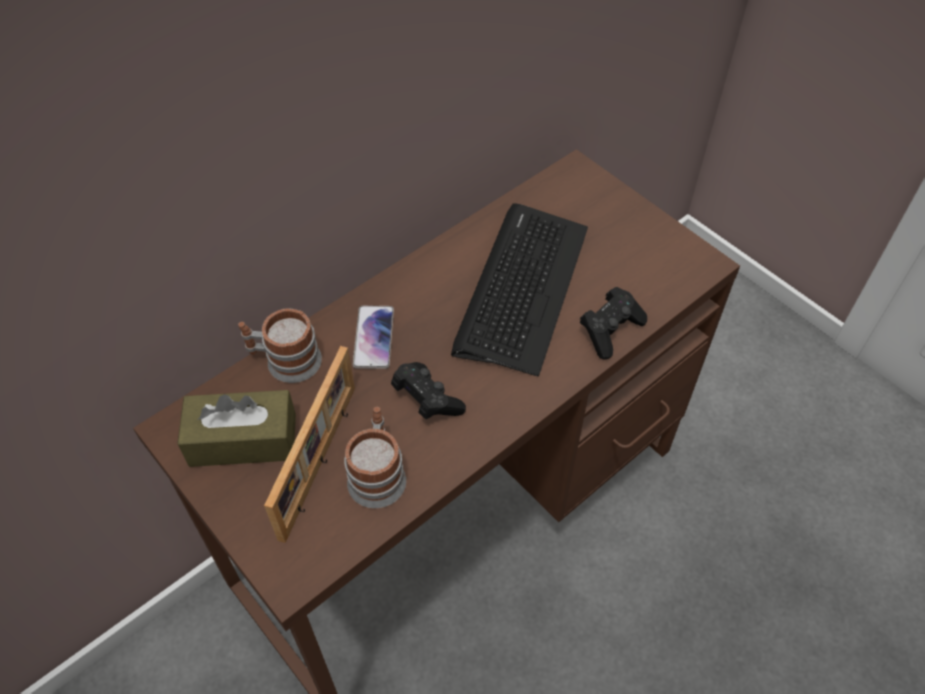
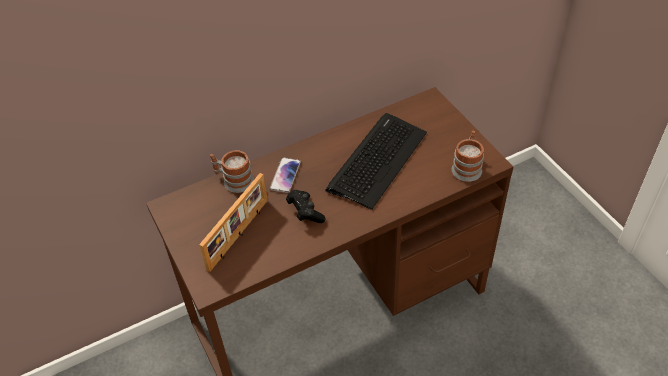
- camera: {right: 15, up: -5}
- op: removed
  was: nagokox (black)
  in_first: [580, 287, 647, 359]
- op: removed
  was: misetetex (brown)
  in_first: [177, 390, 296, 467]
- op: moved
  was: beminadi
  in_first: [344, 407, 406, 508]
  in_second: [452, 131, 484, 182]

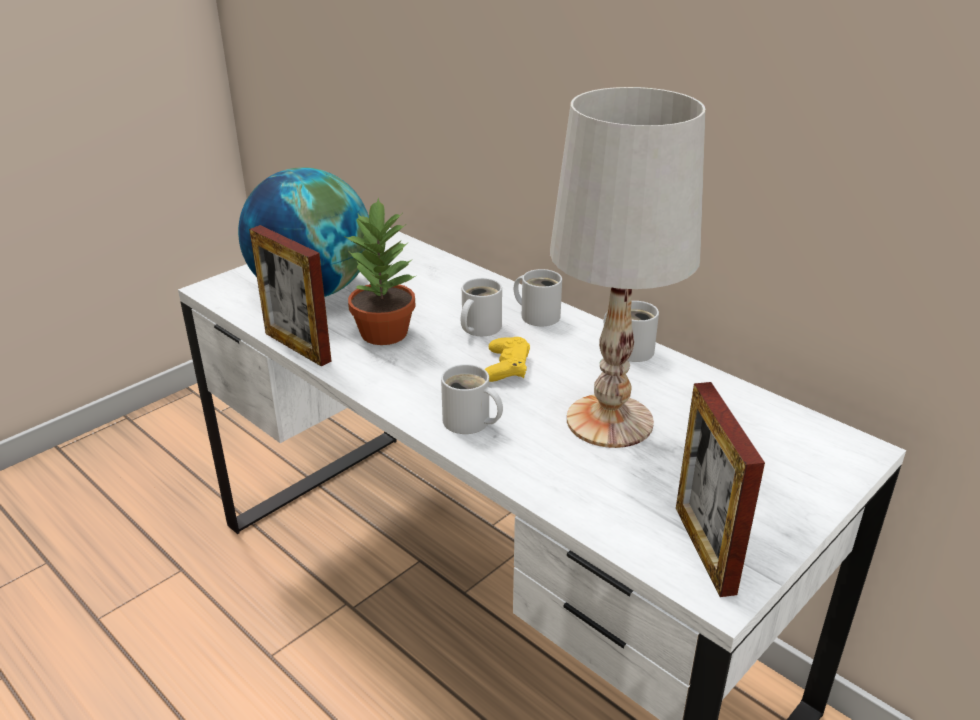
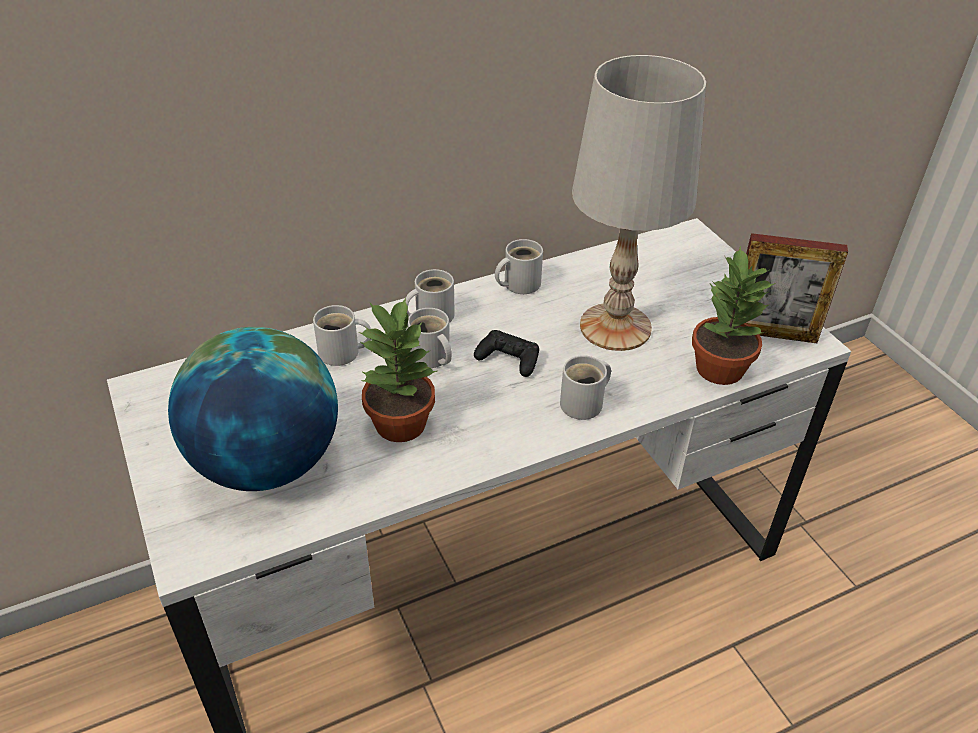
- camera: {right: -70, up: 10}
- op: removed
  was: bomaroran
  in_first: [249, 225, 332, 366]
- op: recoloured
  was: nagokox (yellow)
  now: nagokox (black)
  in_first: [485, 337, 530, 382]
  in_second: [474, 330, 539, 377]
- op: added
  now: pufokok
  in_second: [692, 246, 776, 385]
- op: added
  now: beminadi (white)
  in_second: [313, 305, 371, 366]

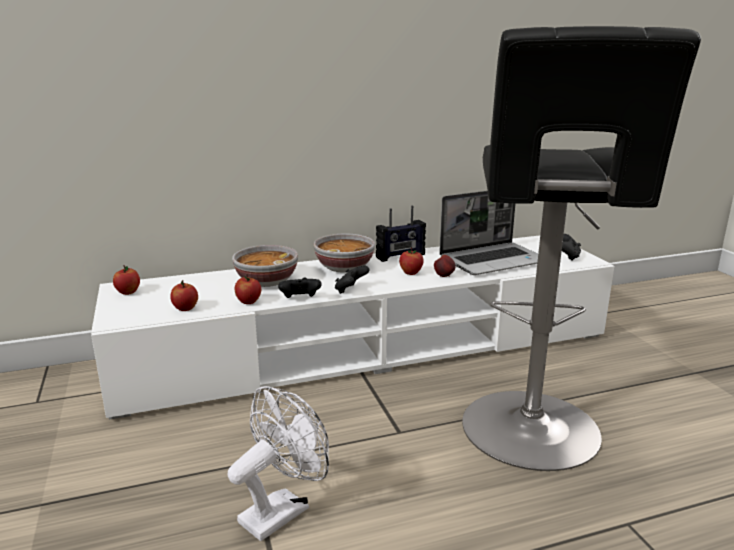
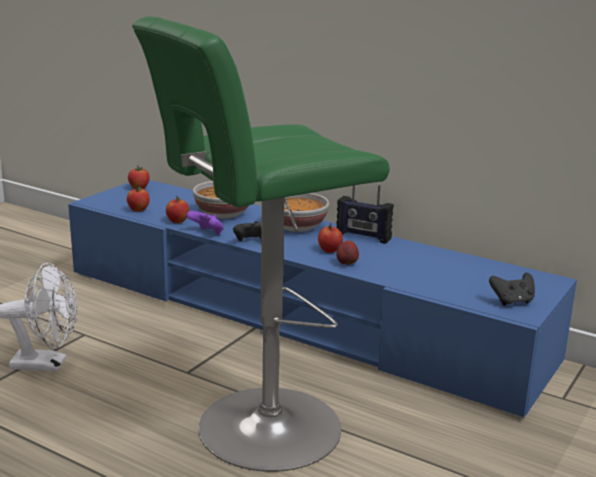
- camera: {right: 50, up: 0}
- op: recoloured
  was: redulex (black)
  now: redulex (green)
  in_first: [462, 26, 701, 471]
  in_second: [132, 16, 390, 472]
- op: removed
  was: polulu
  in_first: [439, 191, 538, 275]
- op: recoloured
  was: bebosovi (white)
  now: bebosovi (blue)
  in_first: [91, 235, 615, 420]
  in_second: [68, 180, 577, 419]
- op: recoloured
  was: nagokox (black)
  now: nagokox (purple)
  in_first: [278, 277, 322, 298]
  in_second: [187, 211, 224, 235]

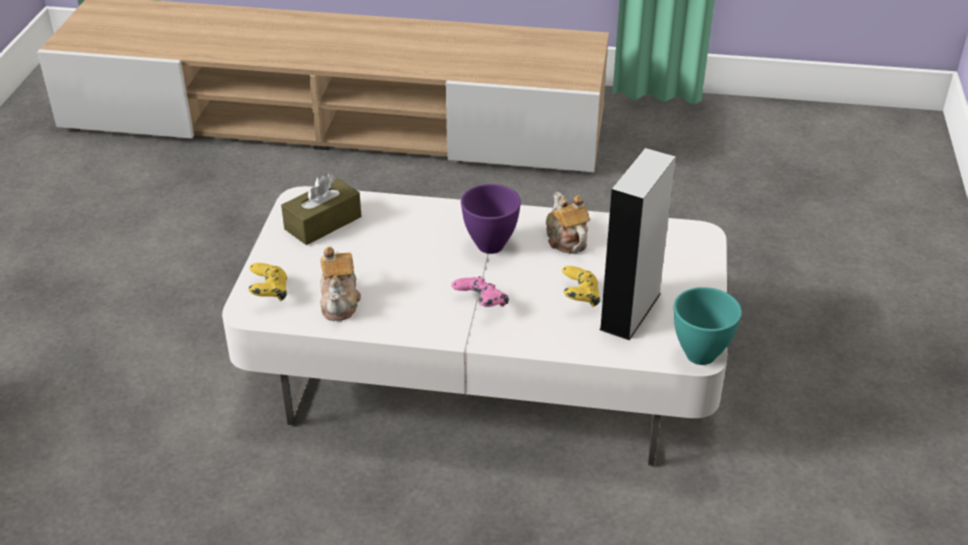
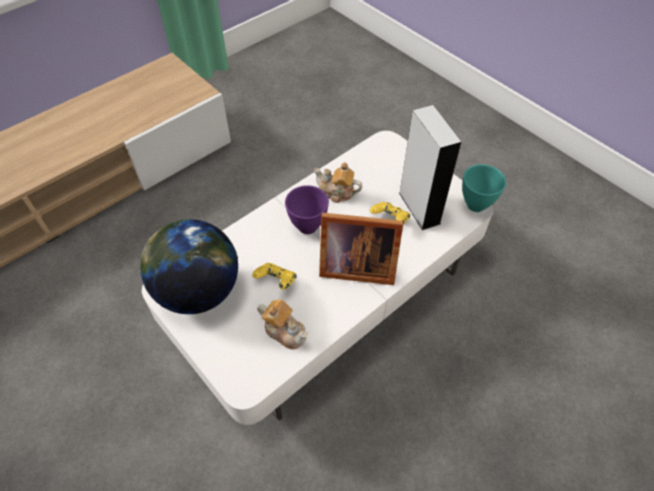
- camera: {right: -50, up: 15}
- op: replaced
  was: misetetex (brown)
  now: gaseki
  in_first: [281, 173, 361, 245]
  in_second: [140, 219, 238, 314]
- op: moved
  was: nagokox (yellow)
  in_first: [248, 263, 287, 301]
  in_second: [252, 263, 296, 289]
- op: replaced
  was: nagokox (pink)
  now: bomaroran
  in_first: [451, 276, 509, 307]
  in_second: [319, 213, 403, 285]

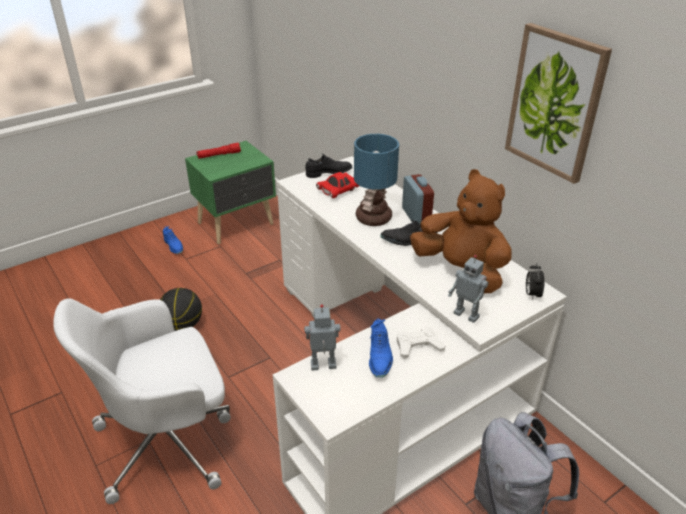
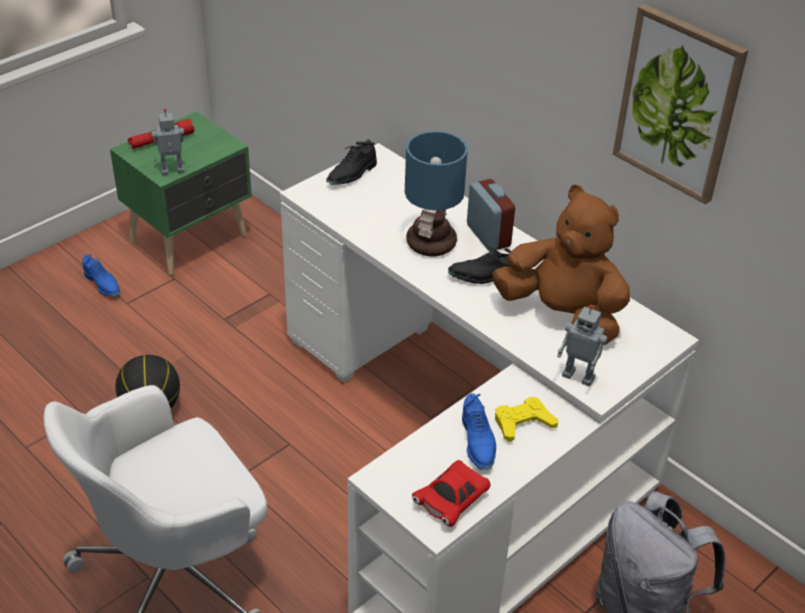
- camera: {right: -10, up: 5}
- op: turned
  was: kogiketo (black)
  in_first: [305, 153, 353, 178]
  in_second: [326, 139, 377, 185]
  clockwise: 150
- op: moved
  was: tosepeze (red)
  in_first: [316, 172, 359, 198]
  in_second: [412, 460, 491, 527]
- op: removed
  was: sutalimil
  in_first: [526, 263, 545, 301]
- op: moved
  was: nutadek
  in_first: [304, 304, 341, 371]
  in_second: [152, 109, 185, 175]
- op: recoloured
  was: nagokox (white)
  now: nagokox (yellow)
  in_first: [397, 327, 446, 359]
  in_second: [495, 397, 558, 442]

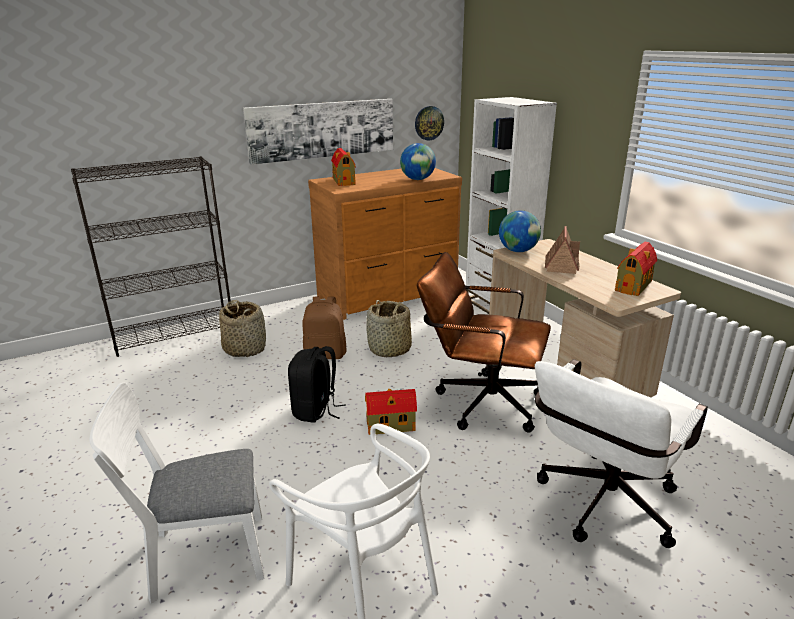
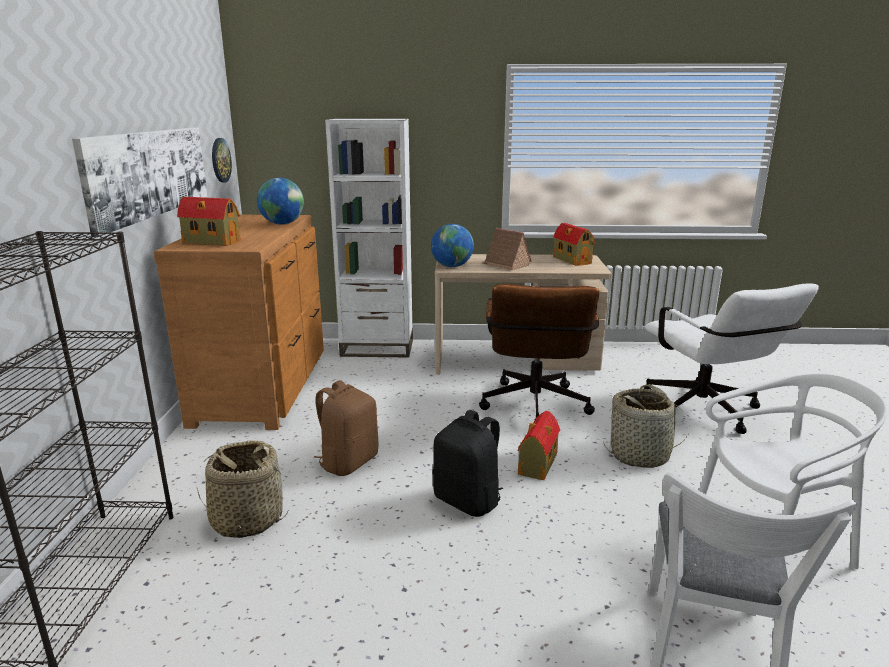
- camera: {right: -60, up: -5}
- op: turned
  was: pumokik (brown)
  in_first: [417, 252, 551, 433]
  in_second: [479, 284, 599, 421]
  clockwise: -45
- op: moved
  was: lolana
  in_first: [366, 300, 412, 357]
  in_second: [603, 384, 688, 468]

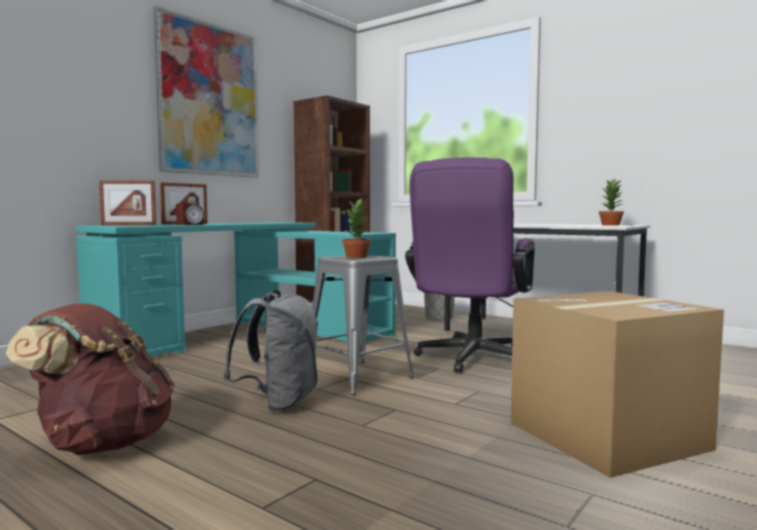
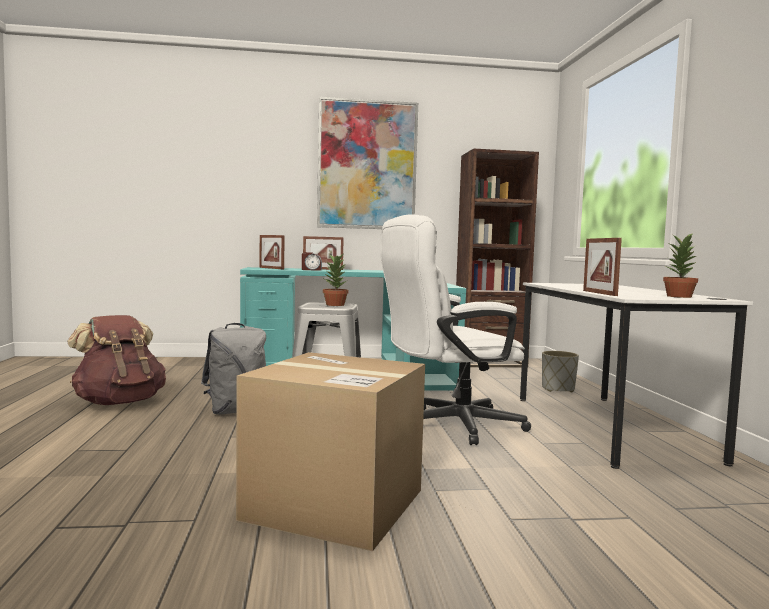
- camera: {right: 45, up: 0}
- op: recoloured
  was: pumokik (purple)
  now: pumokik (white)
  in_first: [405, 157, 535, 373]
  in_second: [381, 214, 531, 445]
- op: added
  now: bomaroran
  in_second: [583, 238, 622, 296]

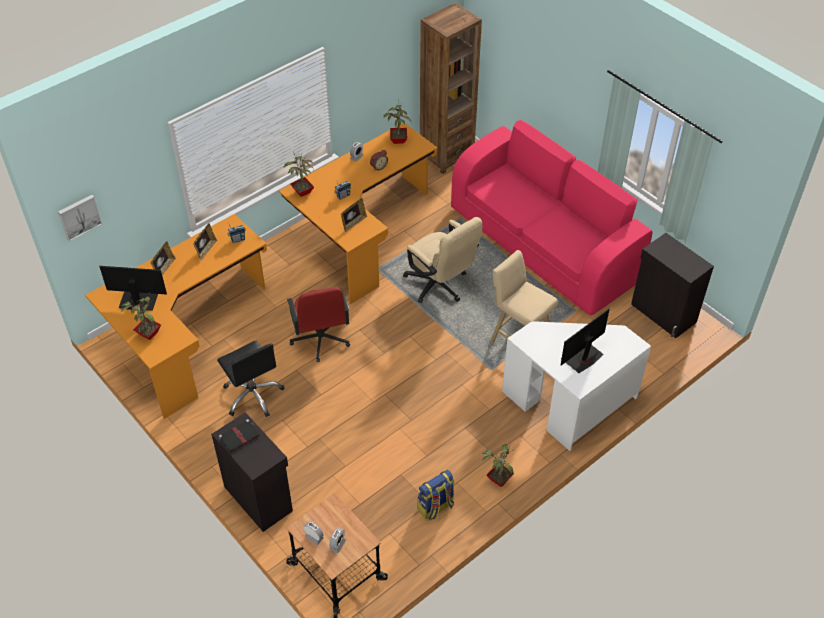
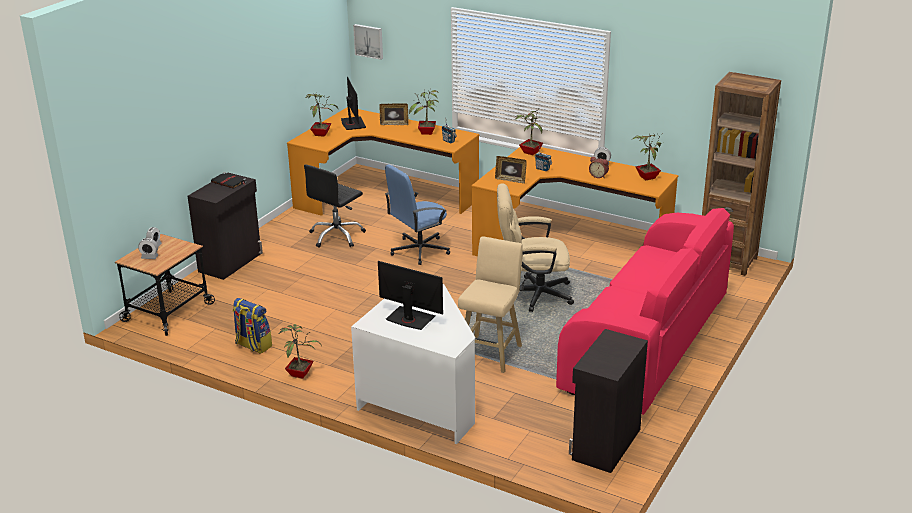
- camera: {right: 70, up: -20}
- op: turned
  was: pumokik (beige)
  in_first: [403, 217, 483, 303]
  in_second: [497, 183, 574, 312]
  clockwise: 60
- op: replaced
  was: bomaroran
  now: pufokok
  in_first: [193, 223, 217, 261]
  in_second: [409, 90, 439, 135]
- op: recoloured
  was: pumokik (red)
  now: pumokik (blue)
  in_first: [287, 287, 350, 362]
  in_second: [385, 165, 450, 265]

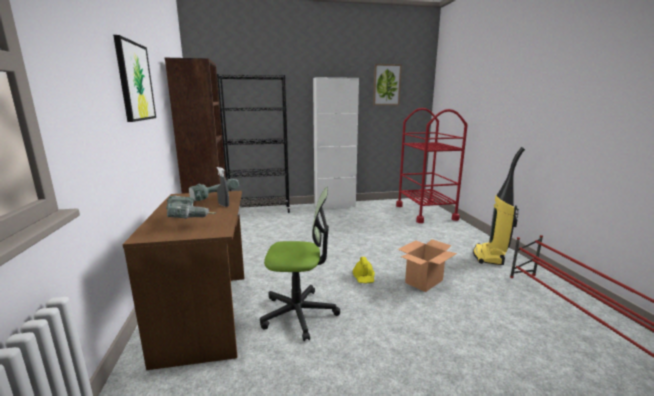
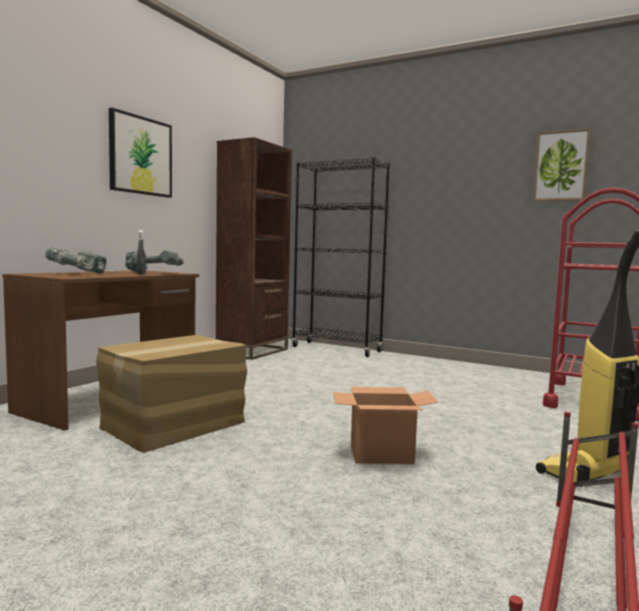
- camera: {right: 40, up: -10}
- op: removed
  was: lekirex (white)
  in_first: [313, 77, 359, 209]
- op: replaced
  was: pumokik
  now: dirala
  in_first: [260, 187, 340, 341]
  in_second: [96, 335, 247, 453]
- op: removed
  was: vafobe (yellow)
  in_first: [353, 257, 375, 283]

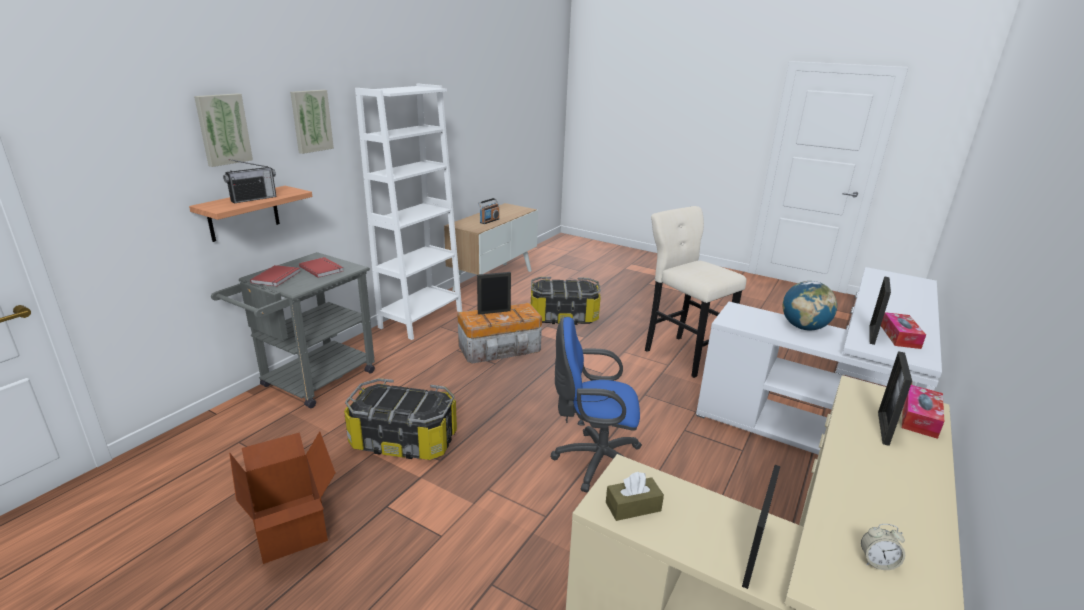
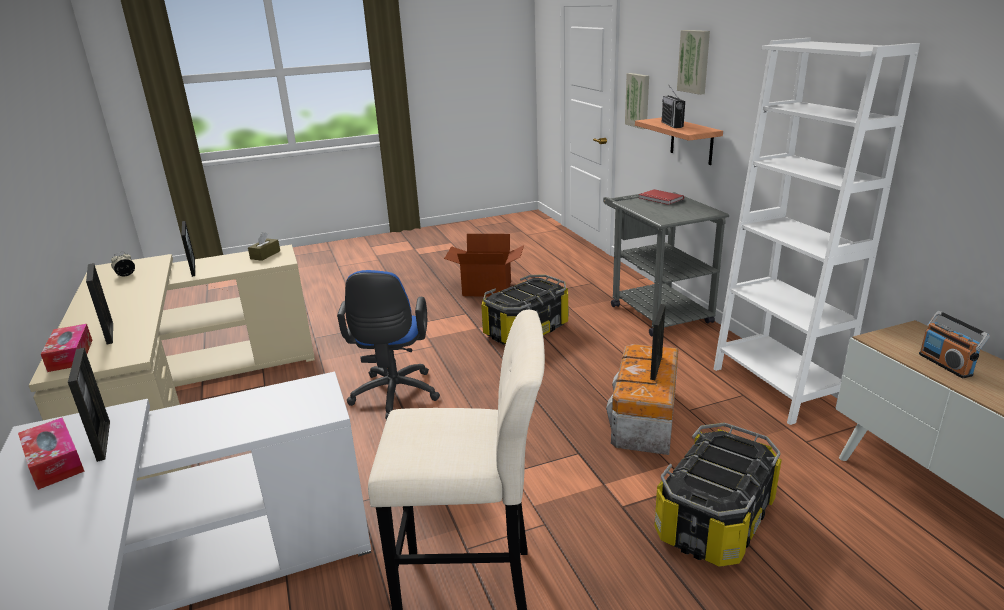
- camera: {right: 130, up: 0}
- op: moved
  was: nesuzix
  in_first: [290, 90, 334, 154]
  in_second: [625, 73, 649, 129]
- op: removed
  was: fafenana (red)
  in_first: [299, 257, 343, 278]
- op: removed
  was: gaseki
  in_first: [783, 281, 837, 331]
- op: turned
  was: pumokik (blue)
  in_first: [551, 317, 642, 493]
  in_second: [337, 270, 440, 420]
  clockwise: 135

